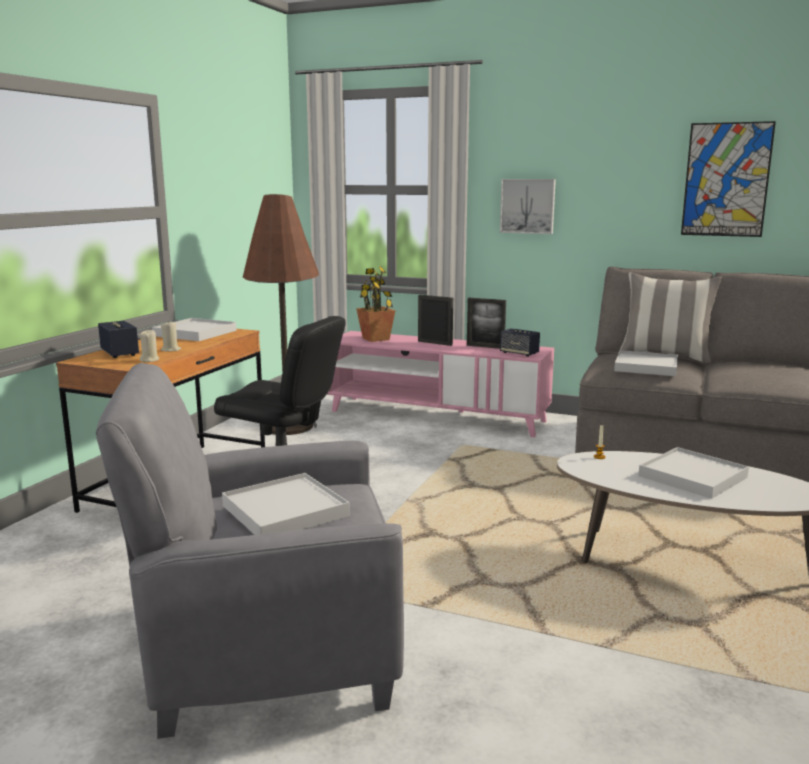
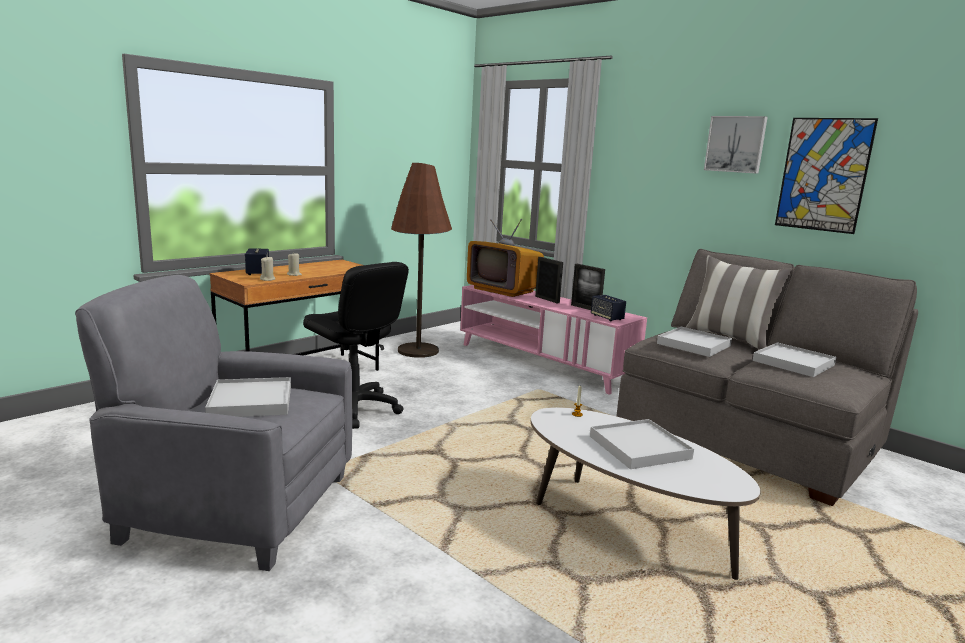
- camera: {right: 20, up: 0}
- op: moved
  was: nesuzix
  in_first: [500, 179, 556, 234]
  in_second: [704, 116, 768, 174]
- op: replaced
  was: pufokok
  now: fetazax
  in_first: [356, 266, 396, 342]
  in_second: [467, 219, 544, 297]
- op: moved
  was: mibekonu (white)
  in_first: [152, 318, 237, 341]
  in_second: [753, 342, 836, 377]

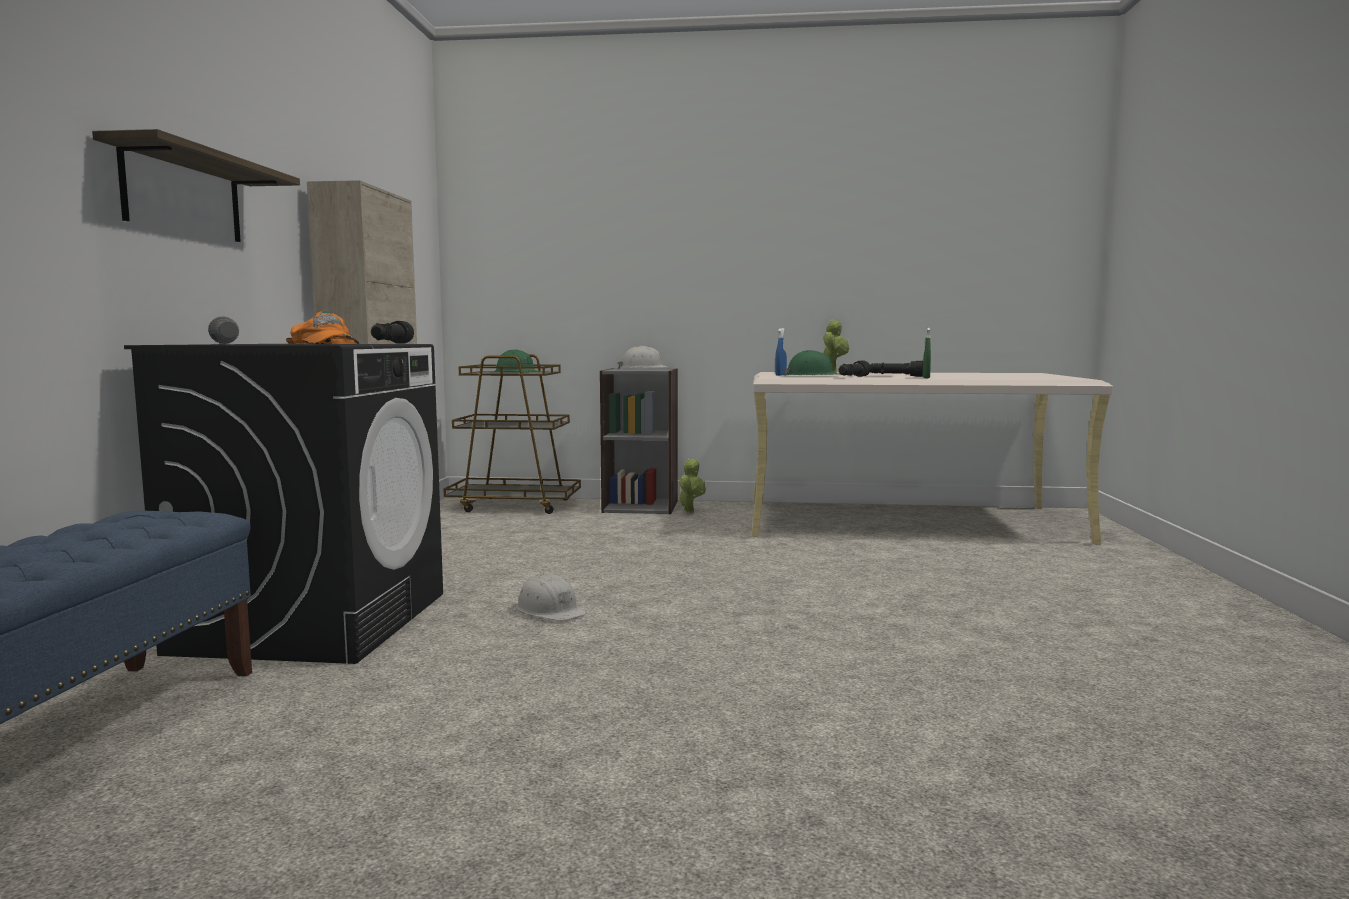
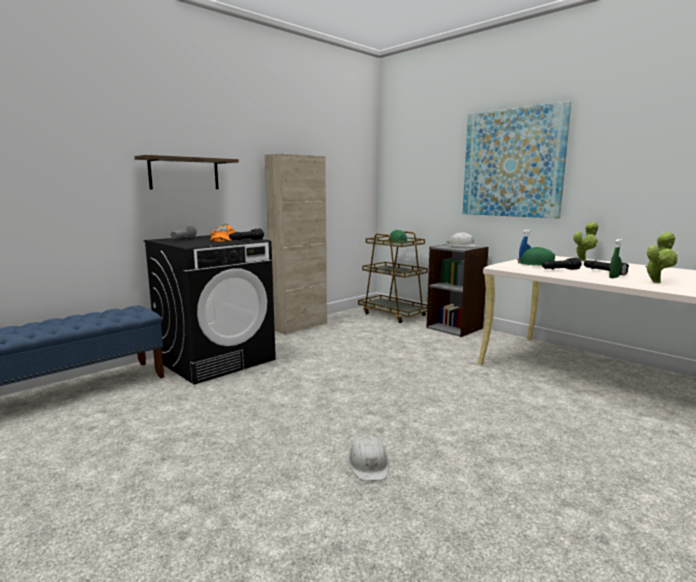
- camera: {right: 40, up: 5}
- op: moved
  was: pufokok
  in_first: [678, 459, 706, 514]
  in_second: [645, 232, 678, 283]
- op: moved
  was: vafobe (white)
  in_first: [516, 573, 587, 621]
  in_second: [348, 435, 389, 481]
- op: added
  now: nesuzix
  in_second: [463, 101, 571, 218]

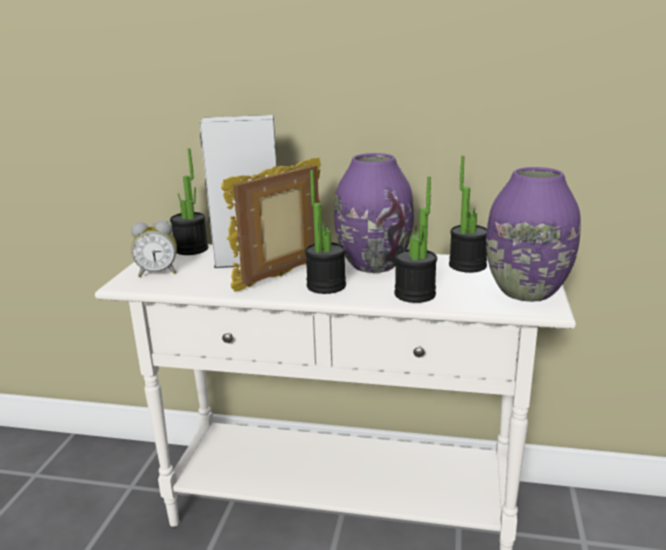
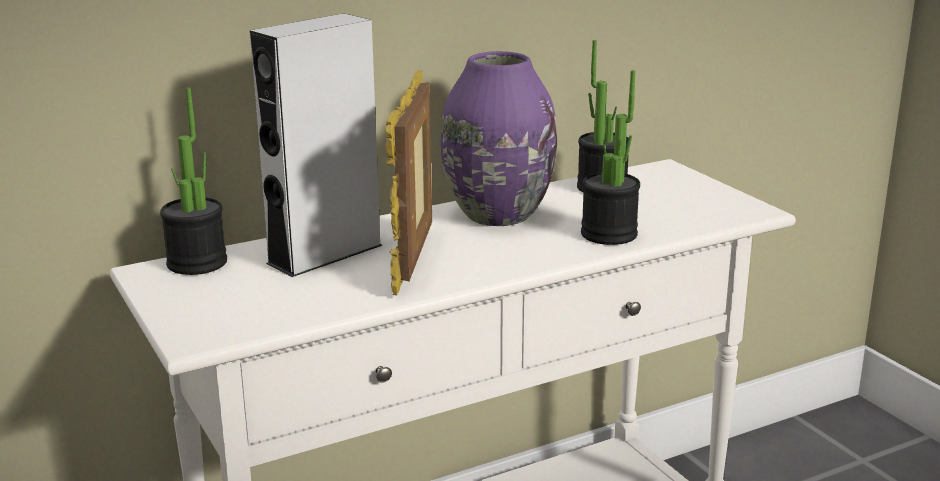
- camera: {right: -40, up: 0}
- op: removed
  was: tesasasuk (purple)
  in_first: [486, 167, 580, 302]
- op: removed
  was: pufokok
  in_first: [305, 170, 346, 294]
- op: removed
  was: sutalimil
  in_first: [131, 220, 177, 277]

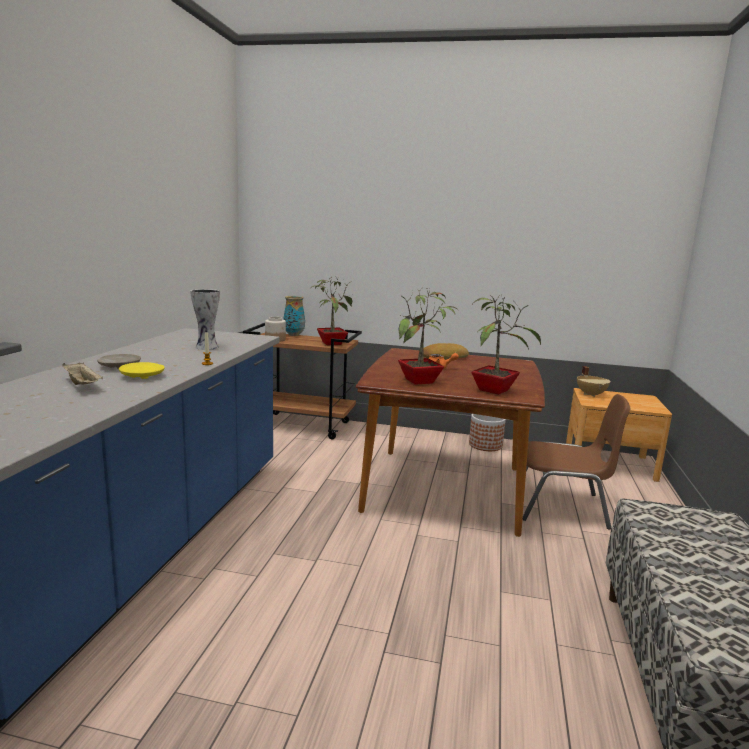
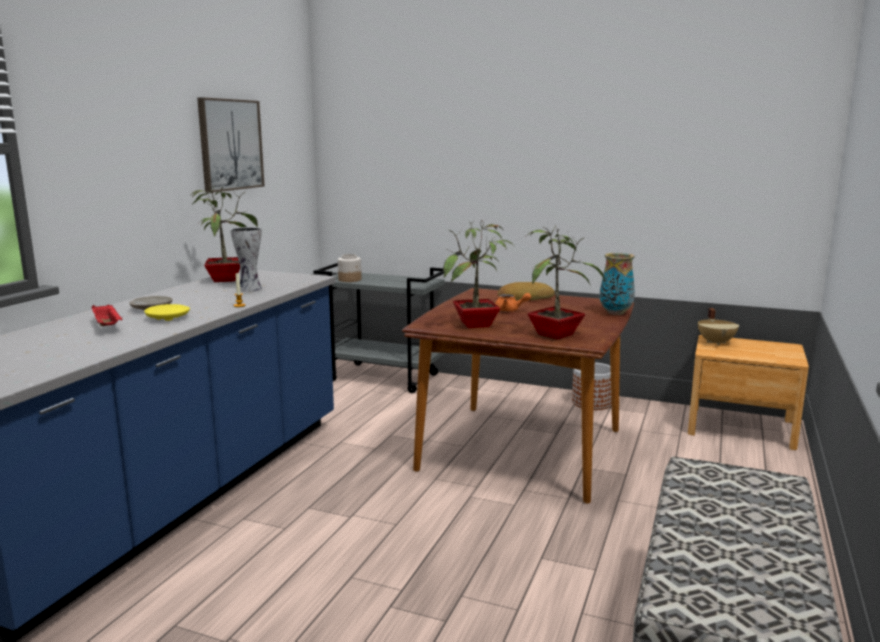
- camera: {right: 10, up: 0}
- op: moved
  was: pufokok
  in_first: [309, 277, 352, 345]
  in_second: [192, 185, 258, 282]
- op: moved
  was: tesasasuk
  in_first: [283, 296, 305, 336]
  in_second: [600, 253, 635, 315]
- op: recoloured
  was: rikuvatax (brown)
  now: rikuvatax (grey)
  in_first: [243, 323, 362, 439]
  in_second: [313, 263, 445, 393]
- op: recoloured
  was: mibekonu (beige)
  now: mibekonu (red)
  in_first: [63, 362, 103, 385]
  in_second: [92, 305, 122, 326]
- op: removed
  was: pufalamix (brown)
  in_first: [523, 394, 631, 529]
- op: added
  now: nesuzix
  in_second: [197, 97, 265, 193]

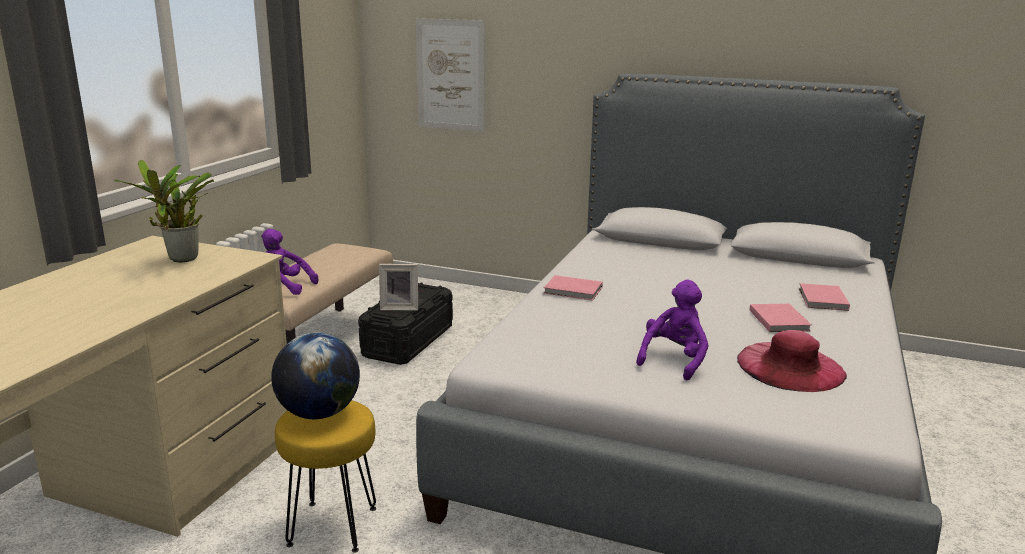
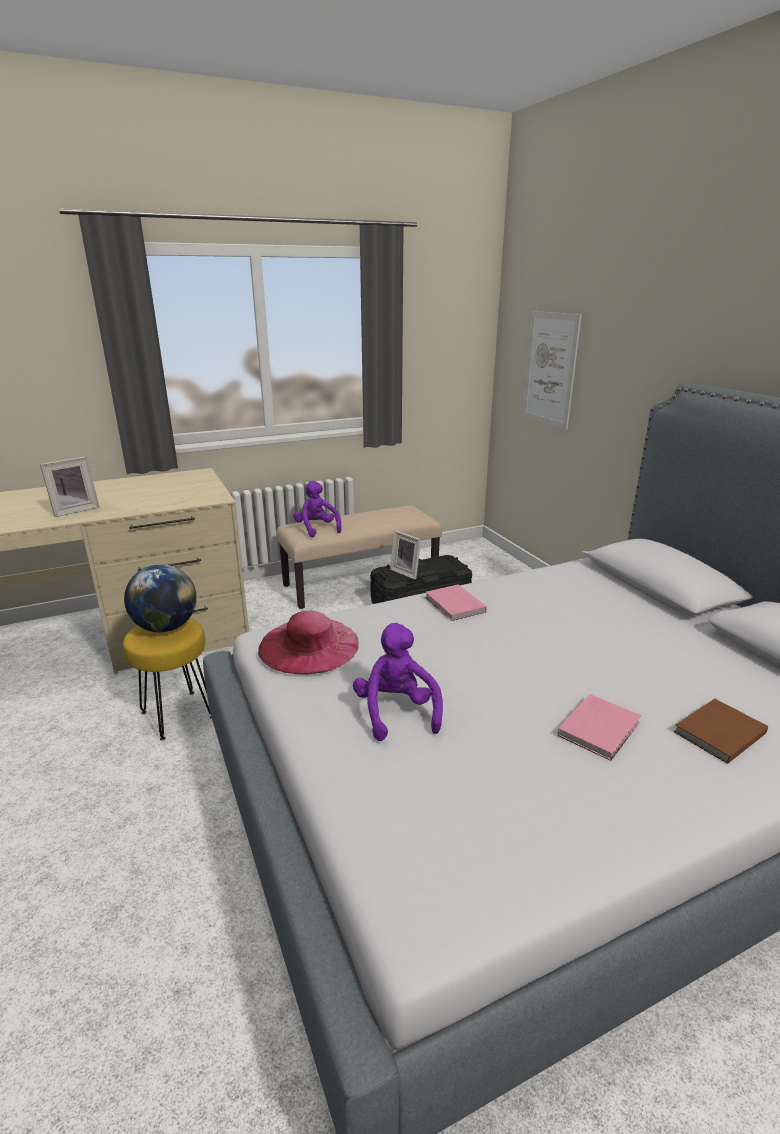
- camera: {right: 45, up: 5}
- op: removed
  was: pufokok
  in_first: [114, 160, 215, 263]
- op: turned
  was: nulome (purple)
  in_first: [636, 280, 708, 381]
  in_second: [353, 623, 443, 741]
  clockwise: -90
- op: recoloured
  was: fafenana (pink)
  now: fafenana (brown)
  in_first: [799, 283, 850, 311]
  in_second: [674, 698, 768, 764]
- op: moved
  was: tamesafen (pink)
  in_first: [737, 330, 847, 392]
  in_second: [258, 611, 359, 675]
- op: added
  now: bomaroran
  in_second: [40, 456, 100, 517]

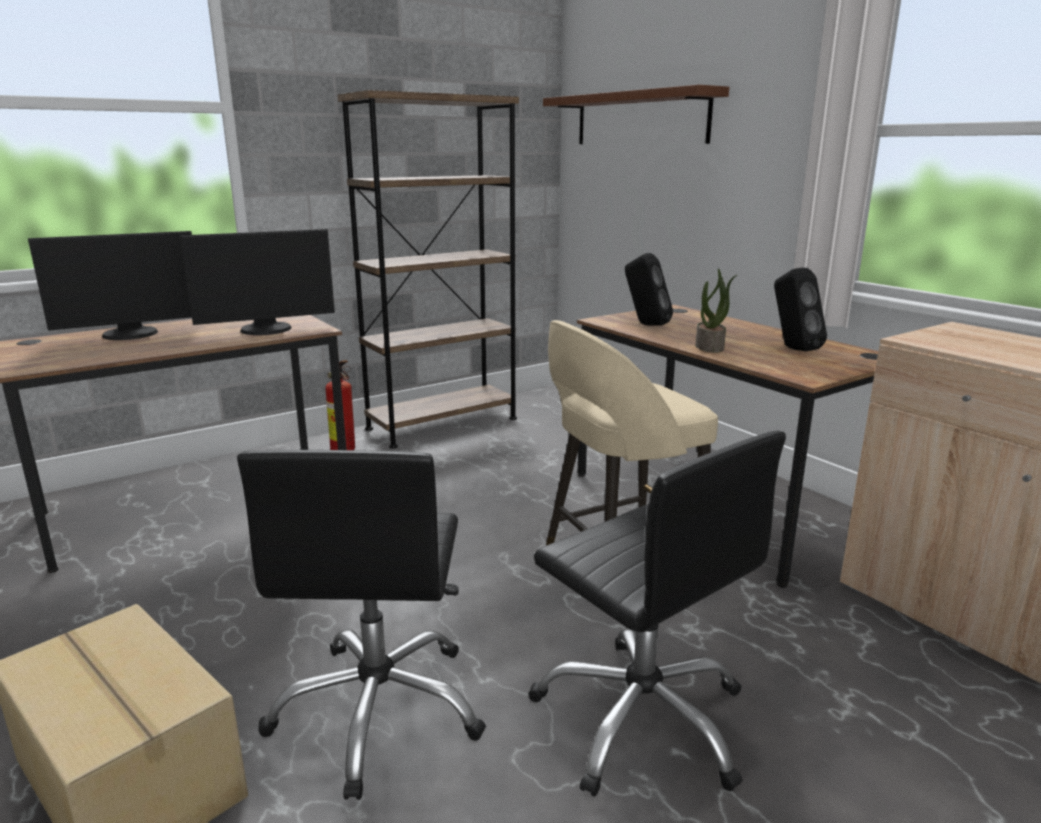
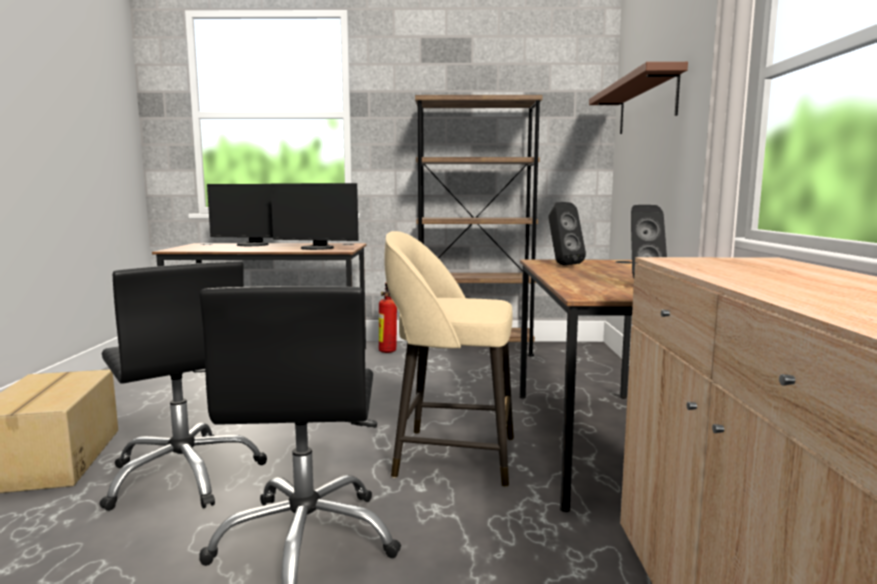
- camera: {right: 35, up: -10}
- op: removed
  was: pufokok
  in_first: [695, 268, 738, 353]
- op: turned
  was: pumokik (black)
  in_first: [237, 450, 486, 800]
  in_second: [99, 261, 267, 511]
  clockwise: -75

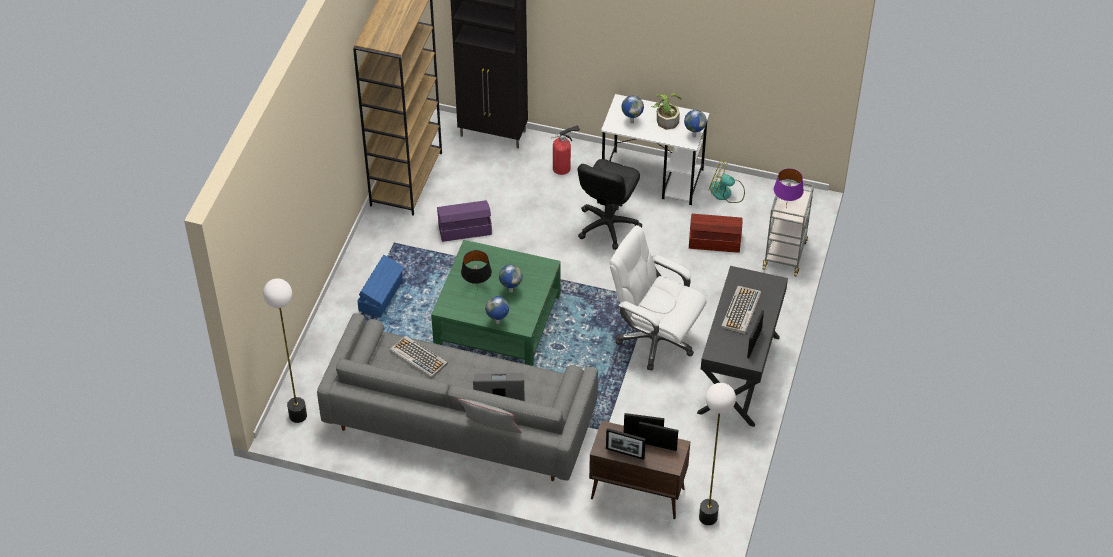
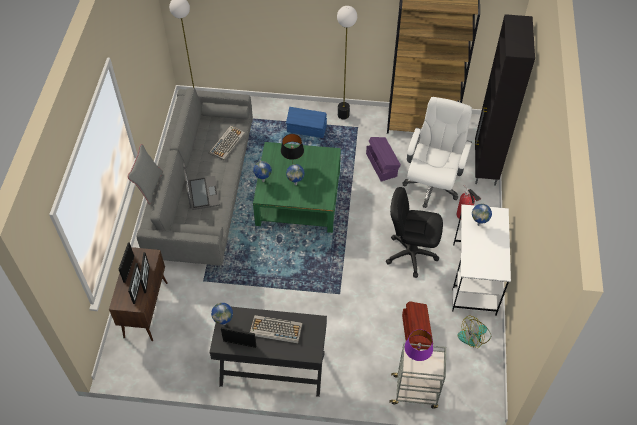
- camera: {right: 80, up: 5}
- op: removed
  was: pufokok
  in_first: [651, 93, 682, 129]
- op: moved
  was: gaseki
  in_first: [684, 110, 707, 138]
  in_second: [211, 303, 233, 325]
- op: turned
  was: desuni
  in_first: [708, 160, 745, 203]
  in_second: [458, 316, 491, 348]
  clockwise: -120
- op: moved
  was: pumokik (white)
  in_first: [610, 225, 707, 370]
  in_second: [403, 97, 472, 208]
- op: moved
  was: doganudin
  in_first: [699, 383, 736, 525]
  in_second: [337, 6, 357, 119]

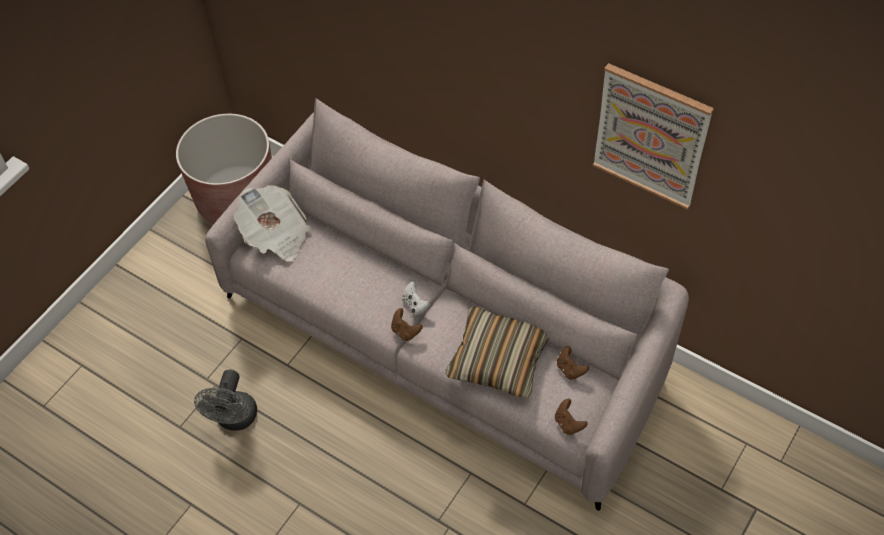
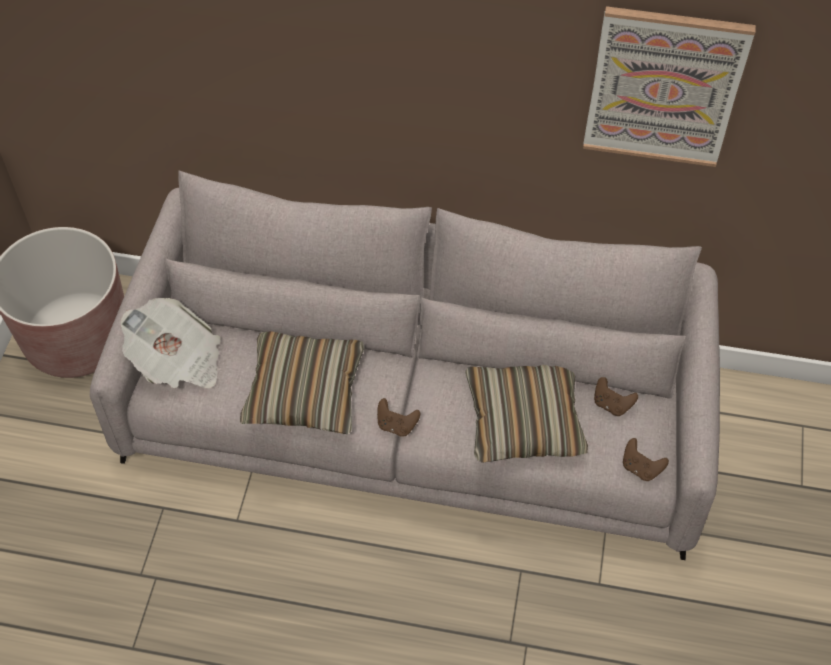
- camera: {right: -25, up: 0}
- op: removed
  was: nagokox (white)
  in_first: [402, 281, 430, 316]
- op: removed
  was: desuni (grey)
  in_first: [194, 369, 257, 431]
- op: added
  now: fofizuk
  in_second: [240, 331, 364, 434]

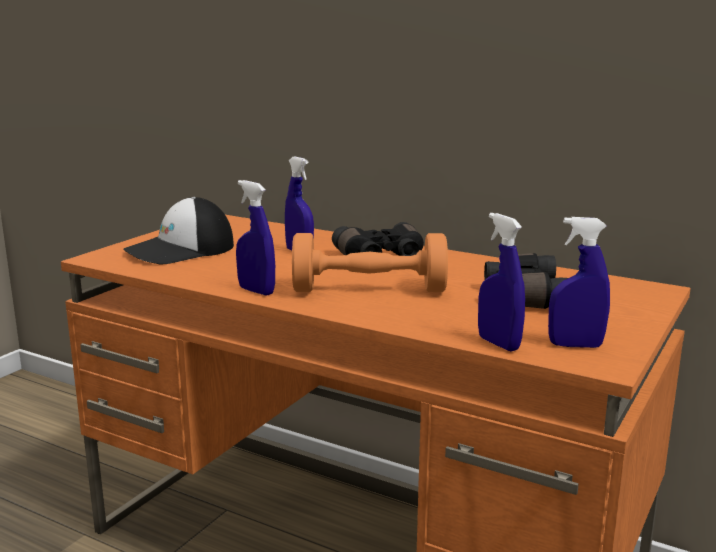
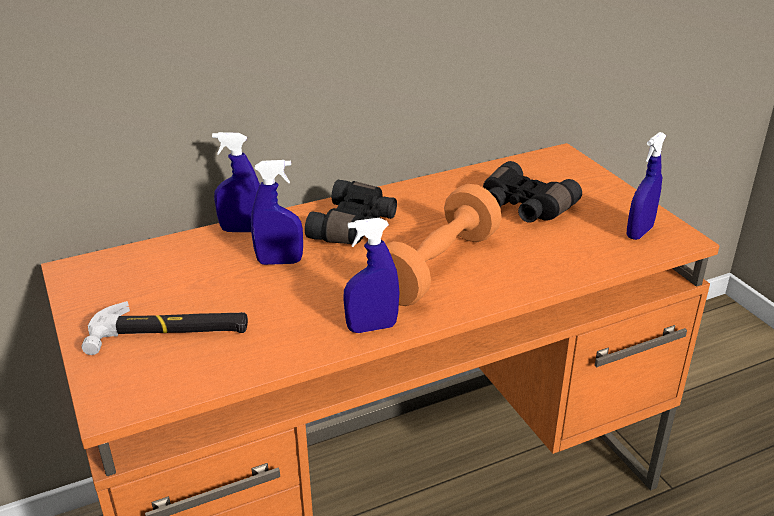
- camera: {right: -55, up: 15}
- op: replaced
  was: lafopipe
  now: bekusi
  in_first: [123, 197, 234, 265]
  in_second: [81, 301, 248, 355]
- op: moved
  was: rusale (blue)
  in_first: [478, 213, 525, 352]
  in_second: [212, 132, 260, 232]

